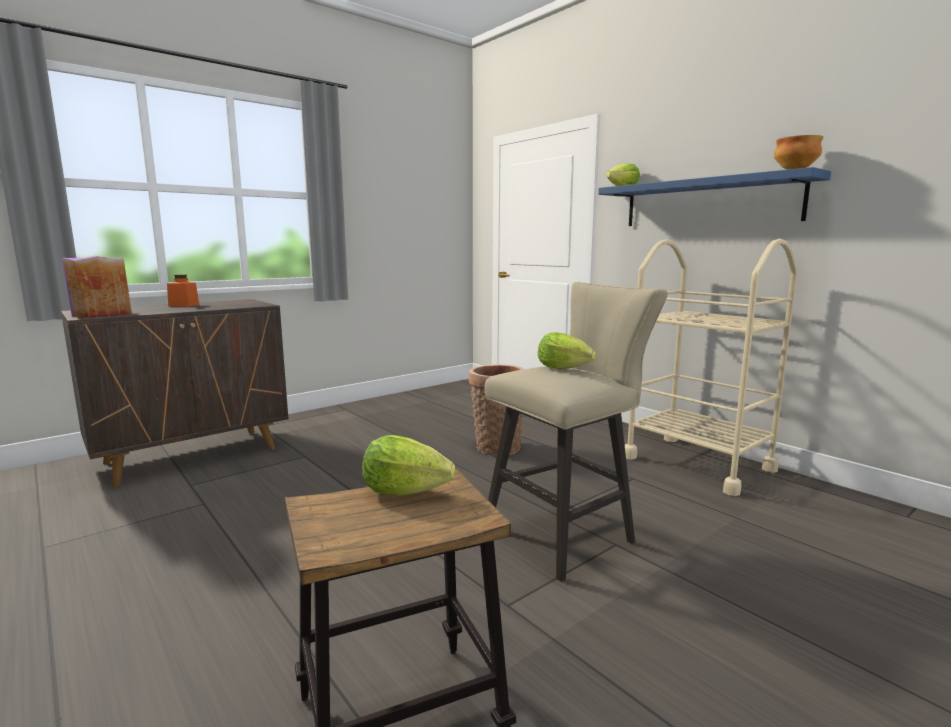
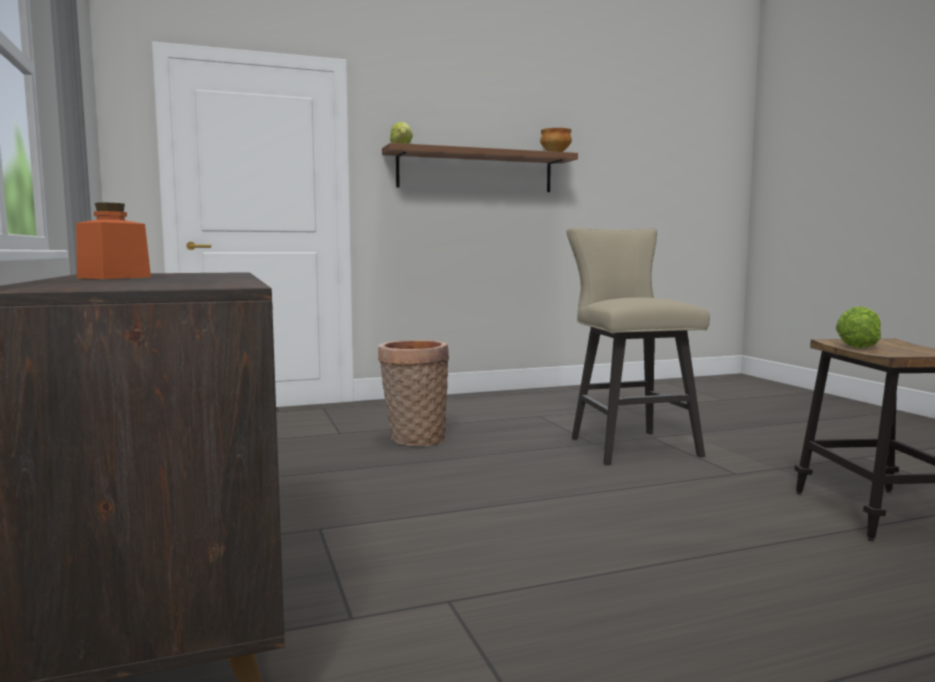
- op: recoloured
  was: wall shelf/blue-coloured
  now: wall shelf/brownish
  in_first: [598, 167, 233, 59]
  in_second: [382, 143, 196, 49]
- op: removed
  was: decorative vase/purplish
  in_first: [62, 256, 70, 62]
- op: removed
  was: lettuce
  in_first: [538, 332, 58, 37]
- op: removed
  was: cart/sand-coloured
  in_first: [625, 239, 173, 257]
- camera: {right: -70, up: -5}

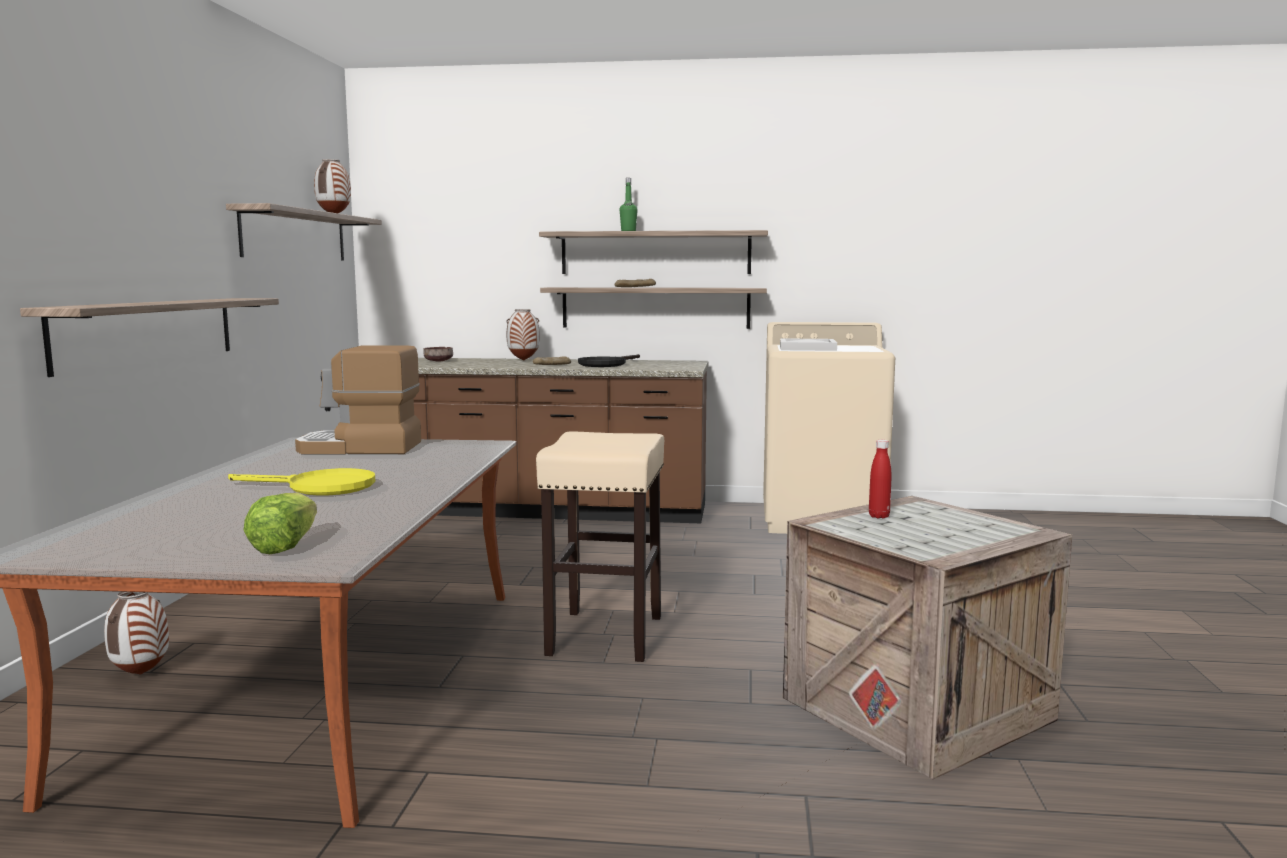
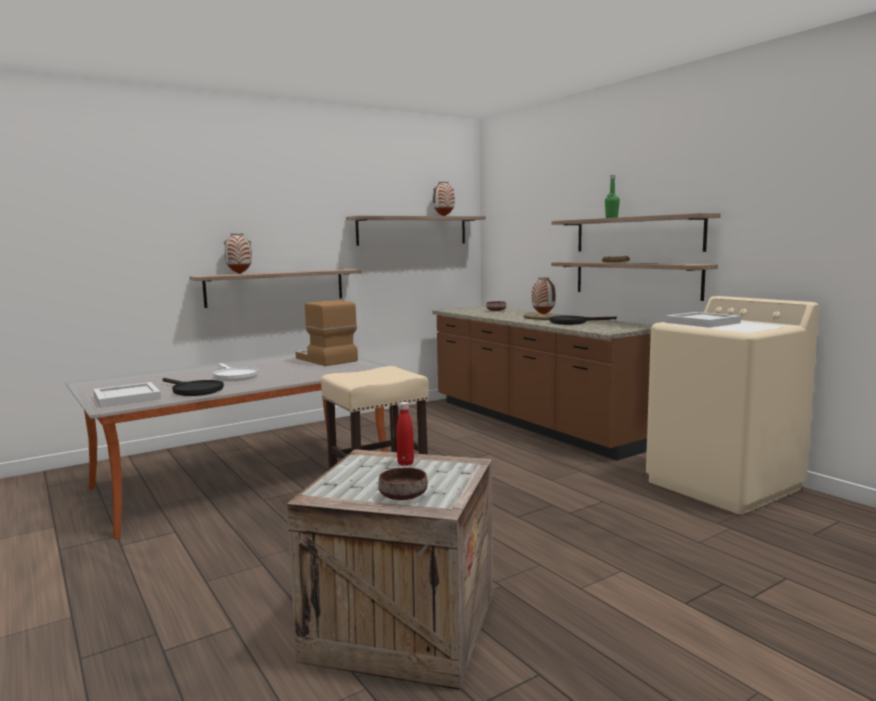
- op: replaced
  was: lettuce
  now: carrying tray/white-coloured
  in_first: [244, 493, 73, 61]
  in_second: [93, 382, 68, 25]
- op: added
  now: skillet/black
  in_second: [162, 378, 62, 18]
- op: recoloured
  was: skillet/yellowish
  now: skillet/white-coloured
  in_first: [228, 468, 147, 28]
  in_second: [213, 363, 46, 18]
- op: moved
  was: decorative vase
  in_first: [104, 592, 65, 82]
  in_second: [224, 233, 28, 41]
- op: added
  now: serving bowl/brownish
  in_second: [378, 468, 50, 32]
- camera: {right: 50, up: 0}

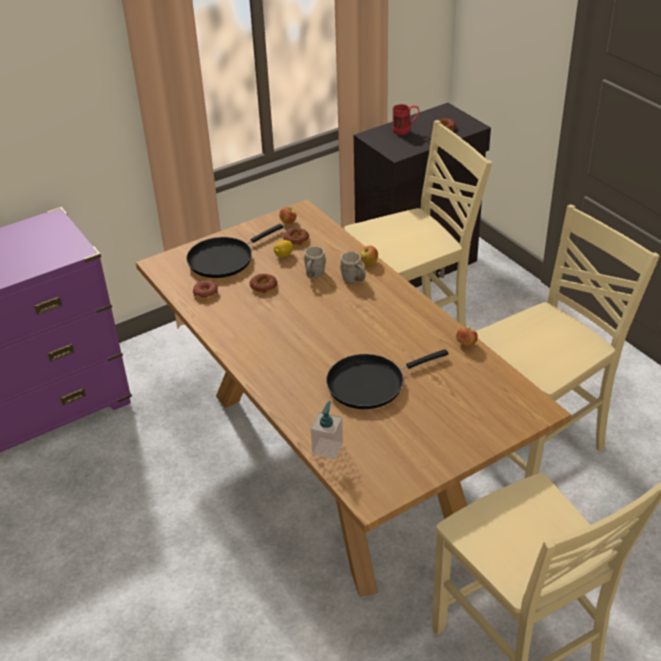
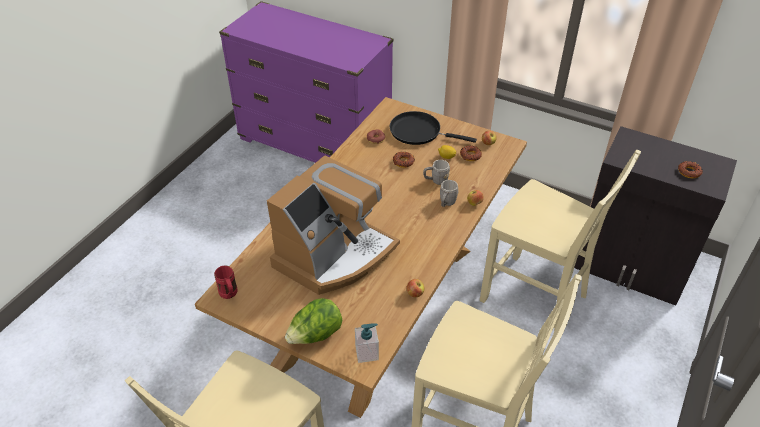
- op: moved
  was: tea mug/reddish
  in_first: [393, 104, 26, 31]
  in_second: [214, 265, 24, 34]
- op: replaced
  was: skillet/black
  now: coffee brewer
  in_first: [326, 349, 122, 60]
  in_second: [267, 156, 133, 139]
- op: added
  now: lettuce
  in_second: [285, 298, 57, 46]
- op: moved
  was: soap bottle
  in_first: [311, 401, 32, 59]
  in_second: [355, 323, 24, 40]
- camera: {right: 60, up: 5}

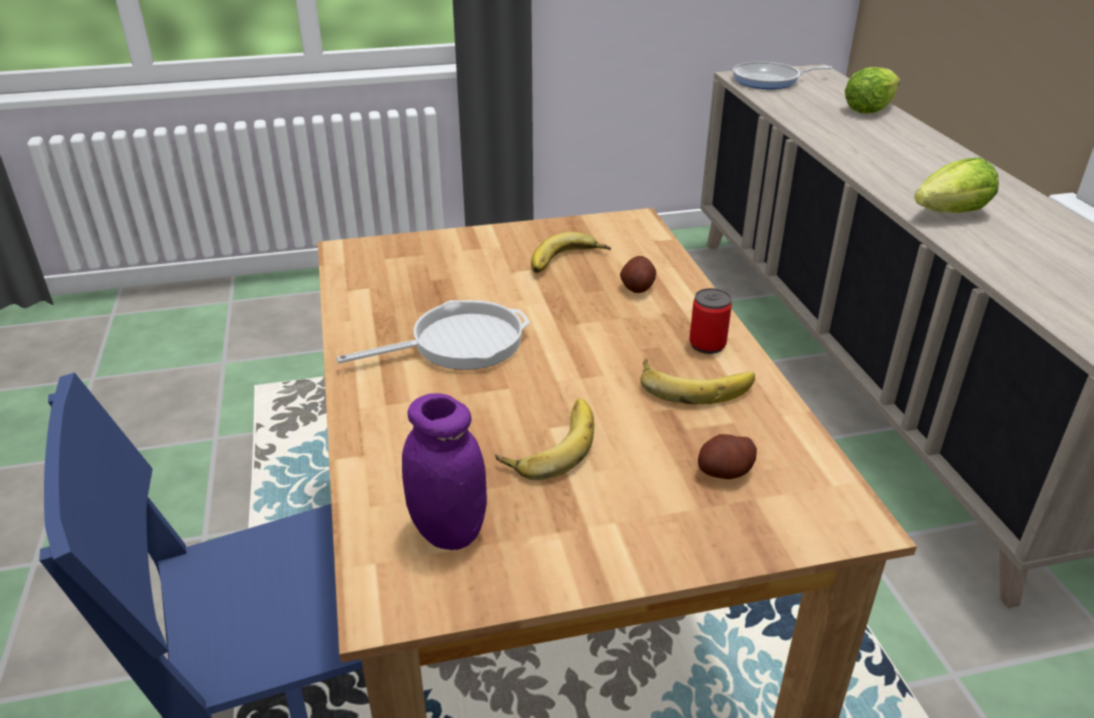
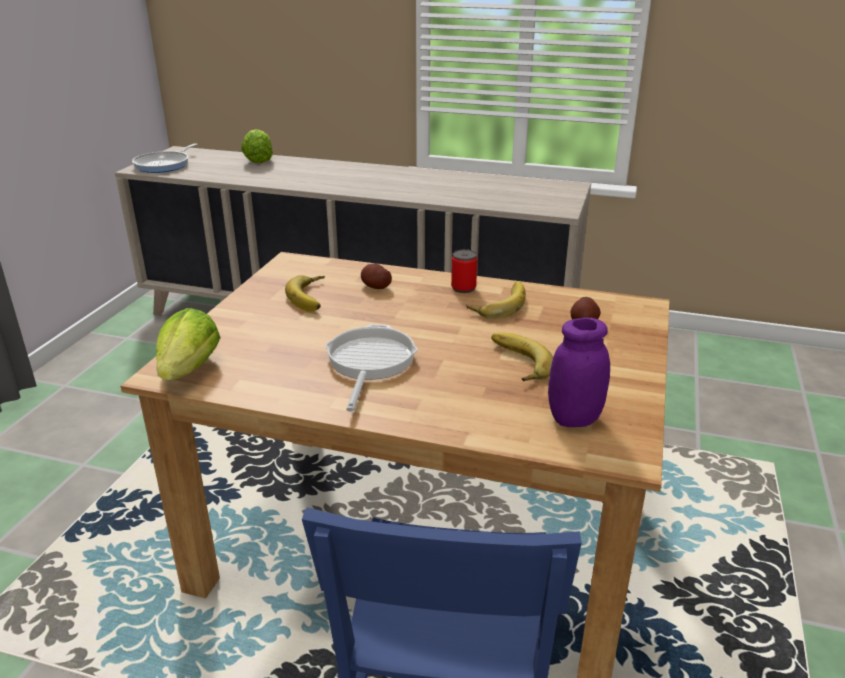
- op: moved
  was: lettuce
  in_first: [914, 157, 85, 56]
  in_second: [156, 308, 65, 72]
- camera: {right: -60, up: -5}

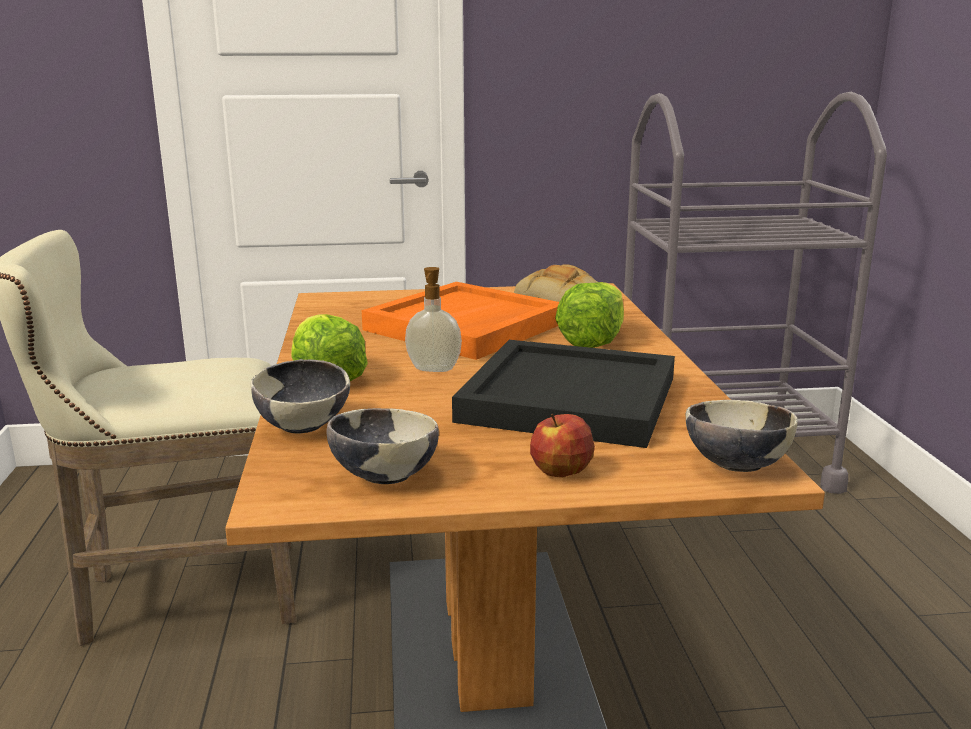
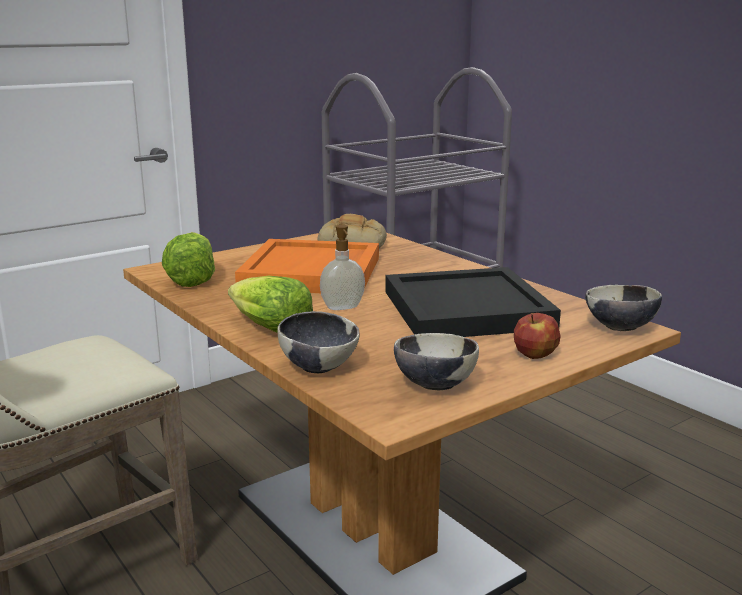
- op: moved
  was: lettuce
  in_first: [555, 282, 69, 66]
  in_second: [162, 232, 53, 55]
- camera: {right: -30, up: 0}

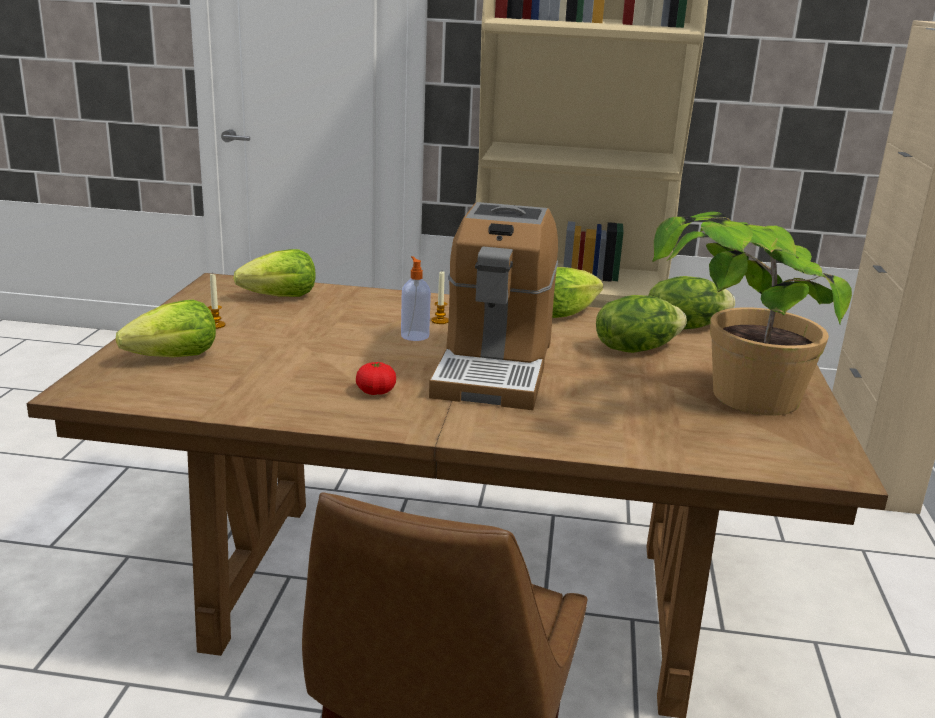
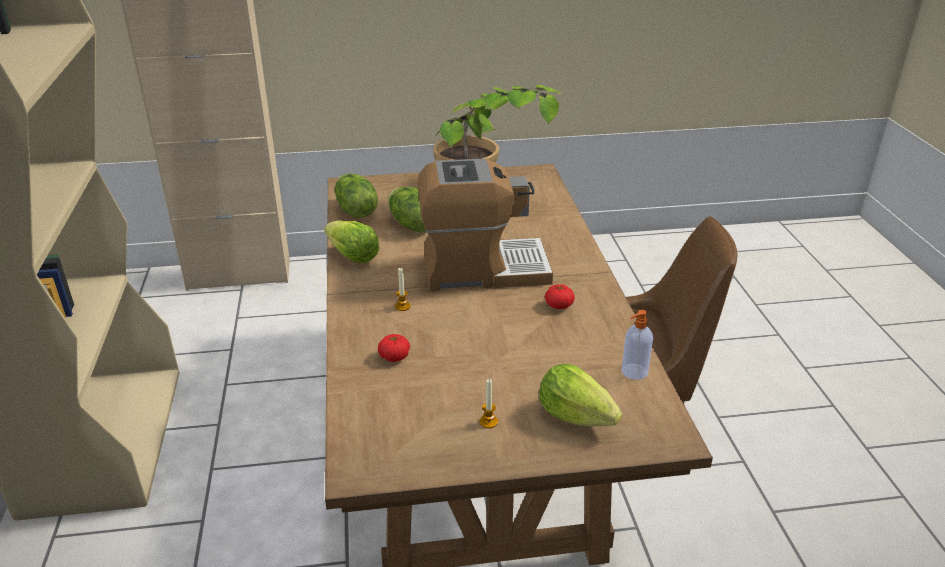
- op: added
  now: tomato
  in_second: [378, 334, 32, 28]
- op: moved
  was: soap bottle
  in_first: [401, 256, 30, 85]
  in_second: [621, 310, 32, 70]
- op: removed
  was: lettuce
  in_first: [233, 249, 83, 48]
- camera: {right: -105, up: 10}

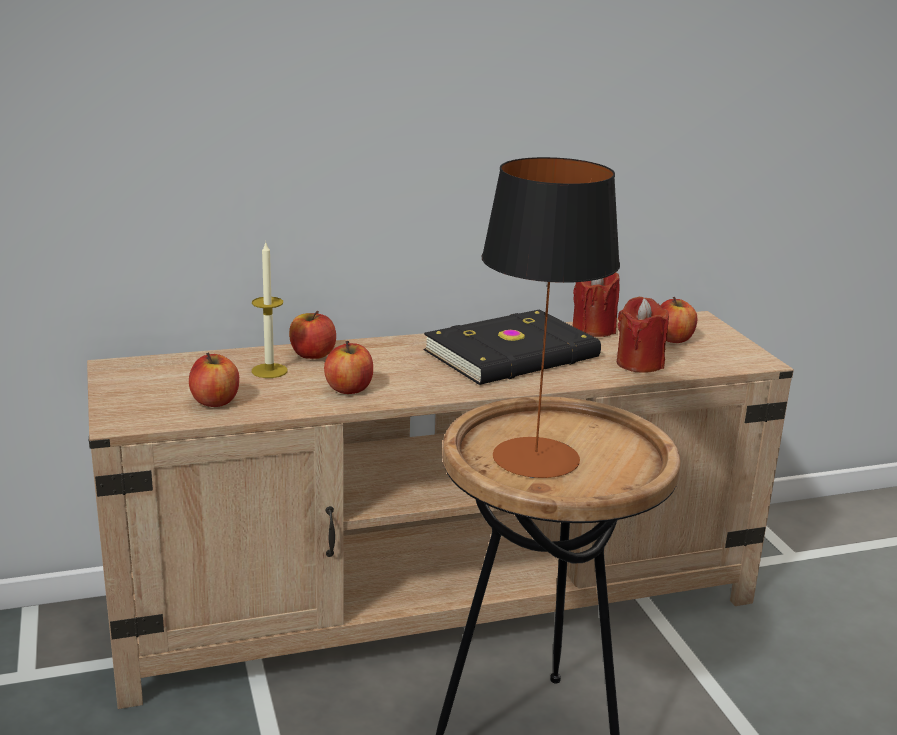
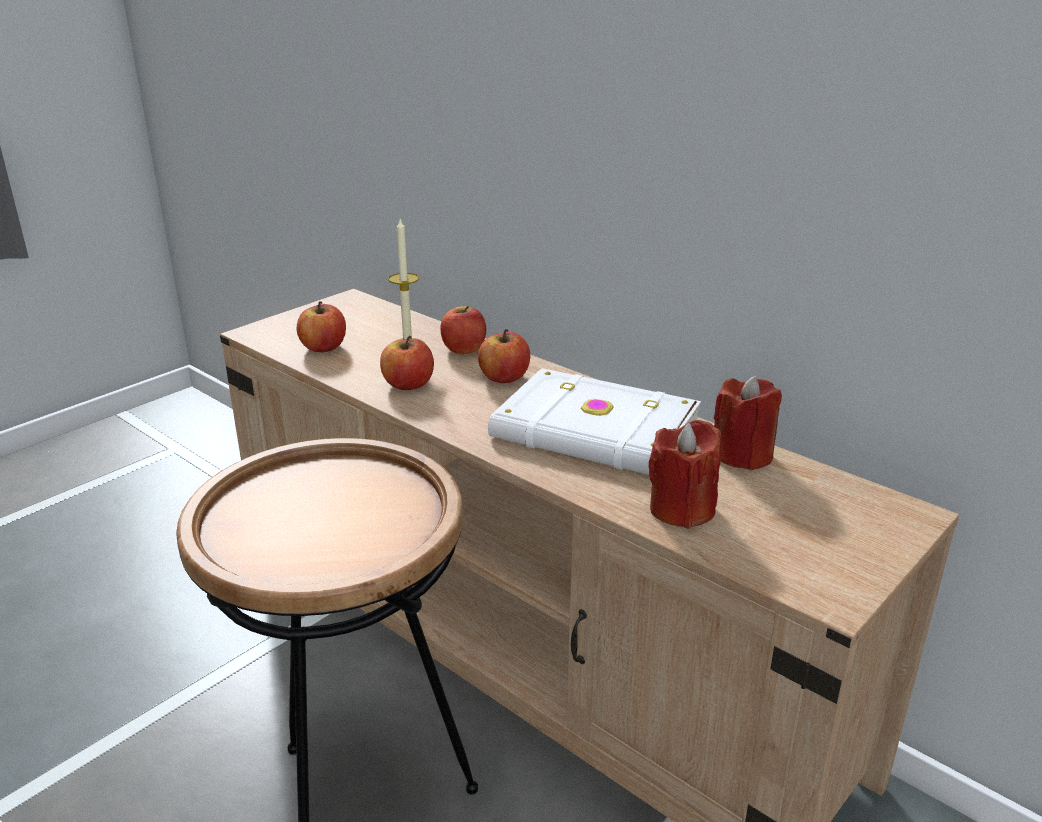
- op: moved
  was: apple fruit
  in_first: [660, 297, 37, 46]
  in_second: [478, 329, 52, 54]
- op: recoloured
  was: volume/black
  now: volume/white-coloured
  in_first: [424, 310, 177, 75]
  in_second: [488, 368, 213, 107]
- op: removed
  was: table lamp
  in_first: [482, 157, 138, 321]
- camera: {right: 60, up: 5}

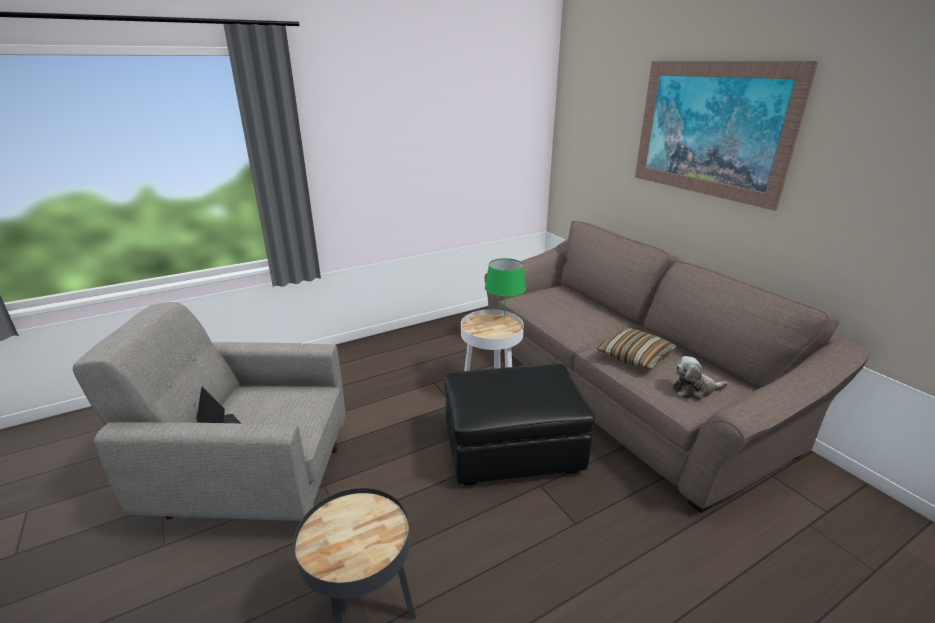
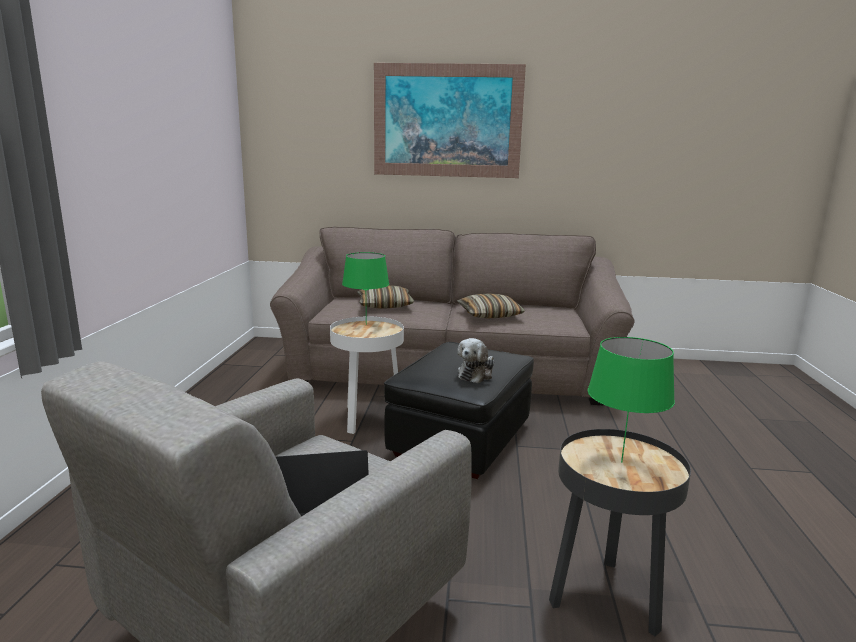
- op: added
  now: throw pillow
  in_second: [357, 285, 57, 23]
- op: moved
  was: soft toy
  in_first: [673, 356, 55, 44]
  in_second: [457, 338, 37, 45]
- op: added
  now: table lamp/green-coloured
  in_second: [588, 337, 87, 126]
- camera: {right: -55, up: -10}

